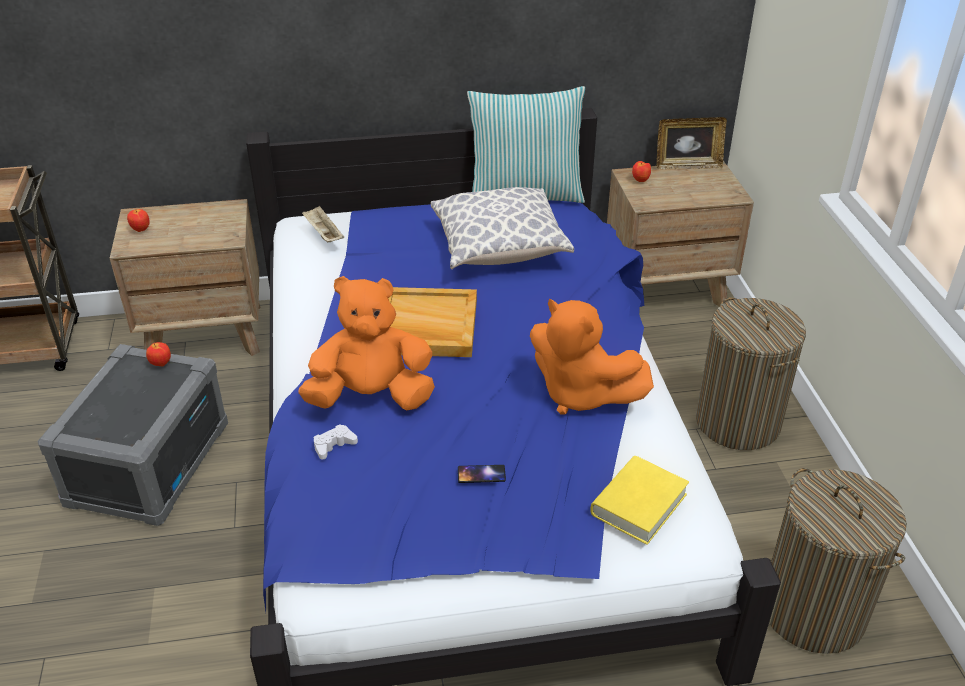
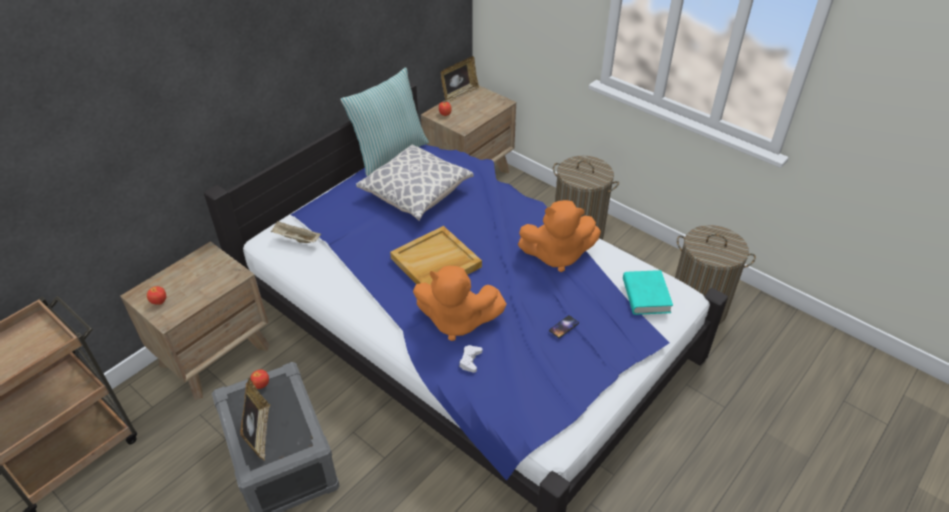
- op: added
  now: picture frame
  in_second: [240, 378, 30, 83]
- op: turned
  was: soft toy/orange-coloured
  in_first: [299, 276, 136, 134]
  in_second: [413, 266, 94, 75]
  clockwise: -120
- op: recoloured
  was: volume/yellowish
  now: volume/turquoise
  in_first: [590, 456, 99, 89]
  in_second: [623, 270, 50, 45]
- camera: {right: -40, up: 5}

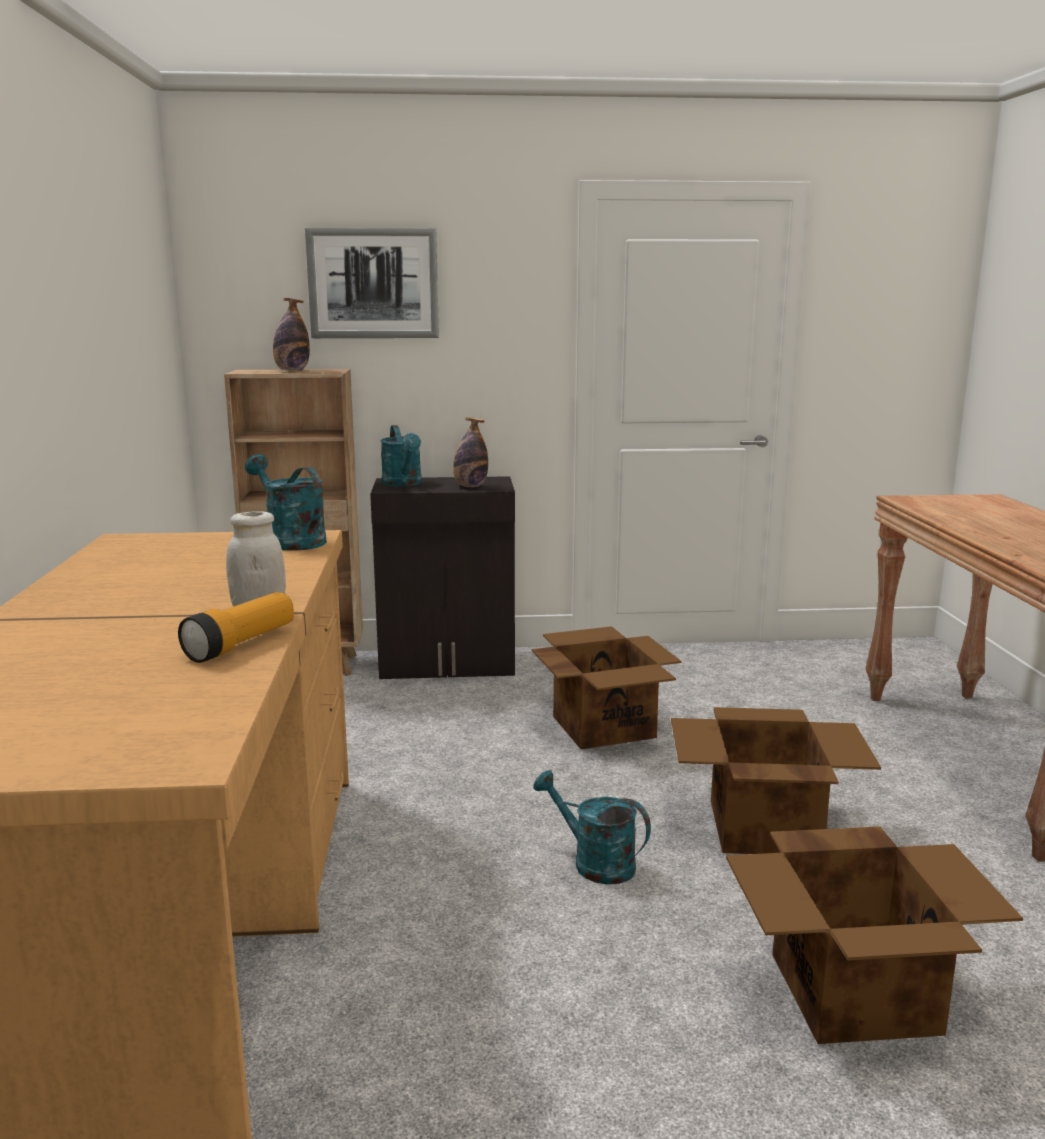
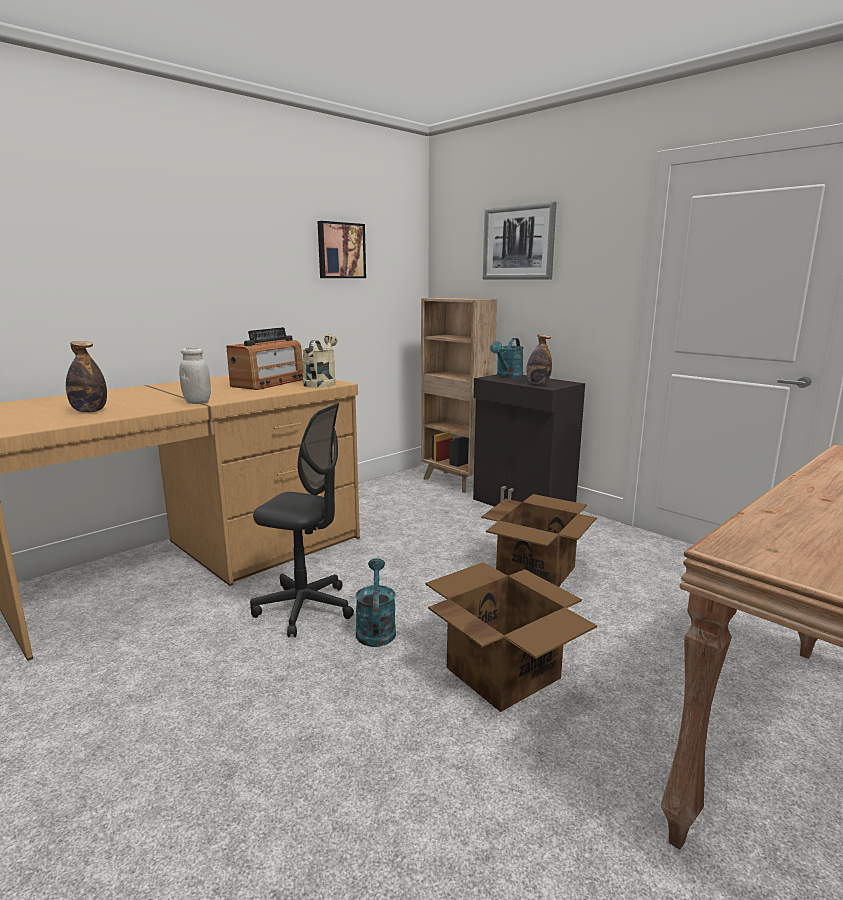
- op: moved
  was: beverage bottle
  in_first: [273, 298, 37, 73]
  in_second: [66, 341, 41, 72]
- op: added
  now: radio
  in_second: [226, 327, 77, 63]
- op: added
  now: desk chair/black
  in_second: [250, 403, 104, 234]
- op: recoloured
  was: sprinkling can/turquoise
  now: sprinkling can/sand-coloured
  in_first: [245, 454, 82, 97]
  in_second: [302, 334, 35, 54]
- op: added
  now: picture
  in_second: [317, 221, 49, 57]
- op: removed
  was: hand torch
  in_first: [178, 592, 116, 71]
- op: removed
  was: packing box
  in_first: [726, 826, 297, 218]
- camera: {right: 50, up: 0}

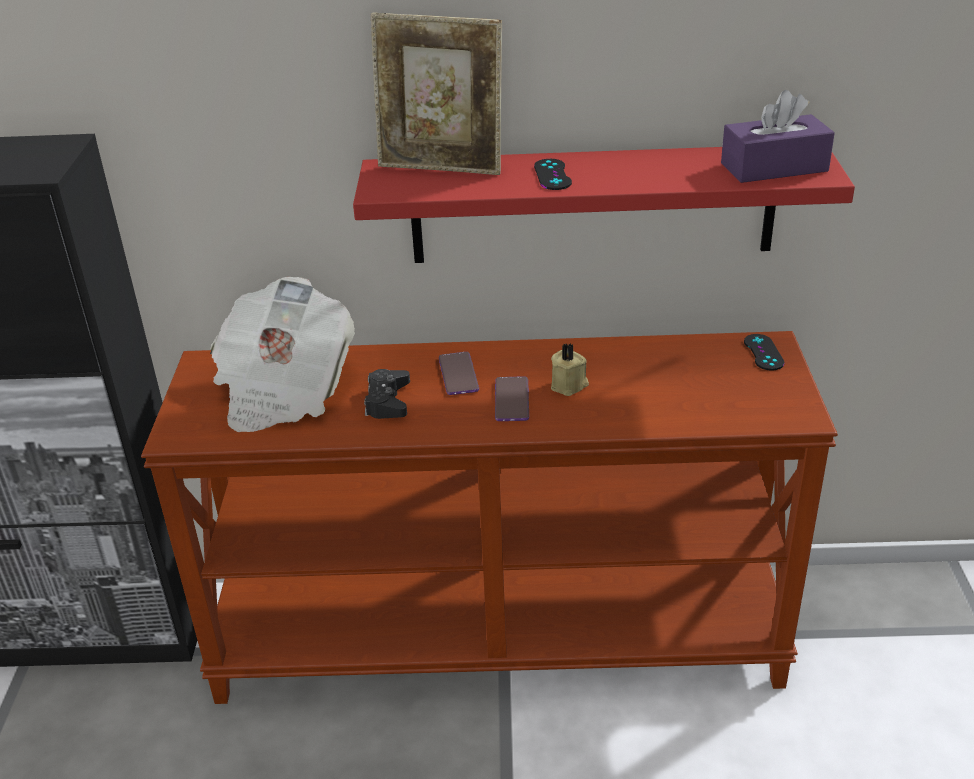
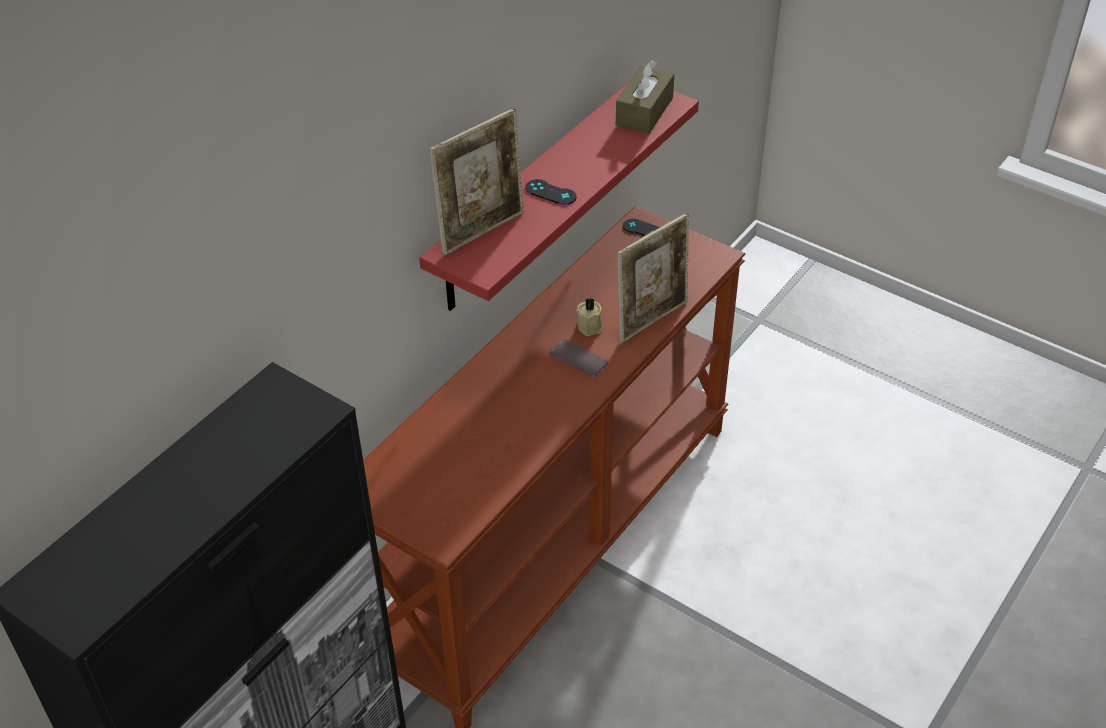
- op: recoloured
  was: tissue holder/purplish
  now: tissue holder/brownish
  in_first: [721, 90, 114, 93]
  in_second: [616, 60, 58, 74]
- op: added
  now: picture frame
  in_second: [617, 213, 72, 130]
- op: removed
  was: printed paper
  in_first: [210, 277, 145, 155]
- op: removed
  was: gamepad/black
  in_first: [364, 369, 46, 50]
- op: removed
  was: phone
  in_first: [439, 352, 40, 43]
- camera: {right: -55, up: 10}

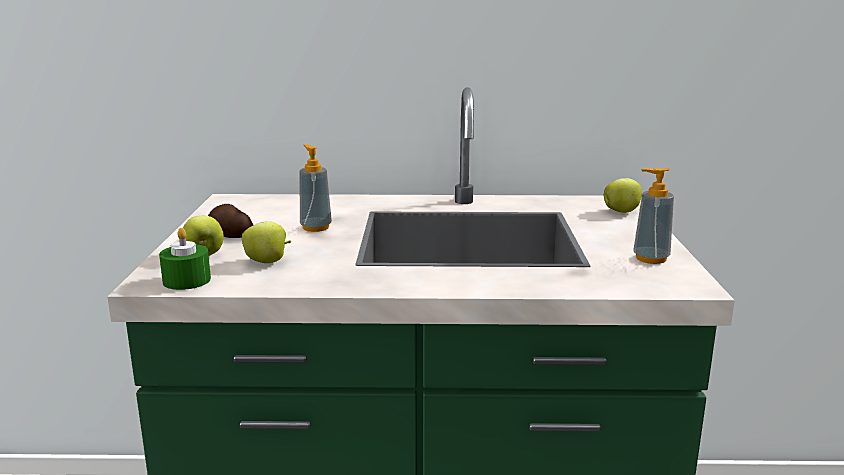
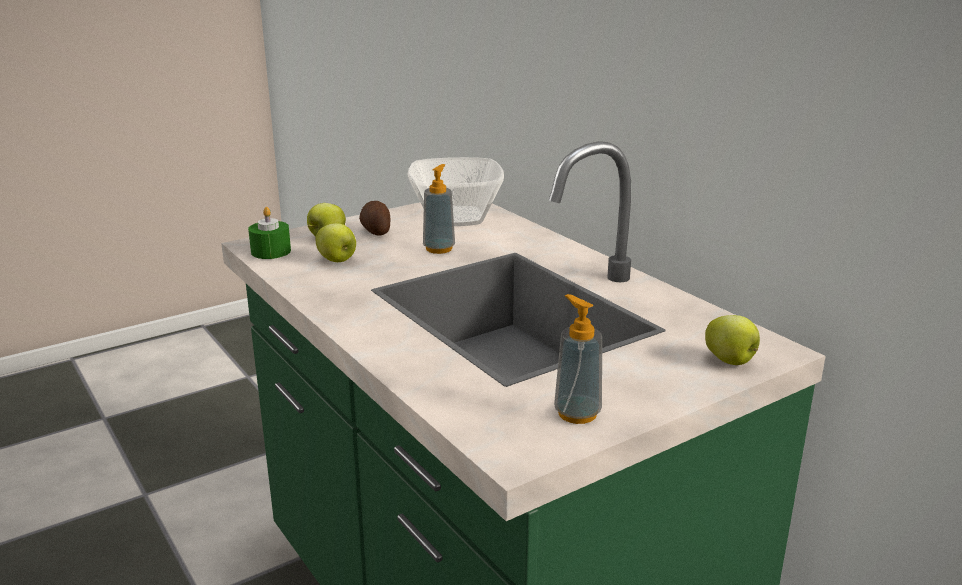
- op: added
  now: serving bowl
  in_second: [407, 157, 97, 69]
- camera: {right: 55, up: 5}

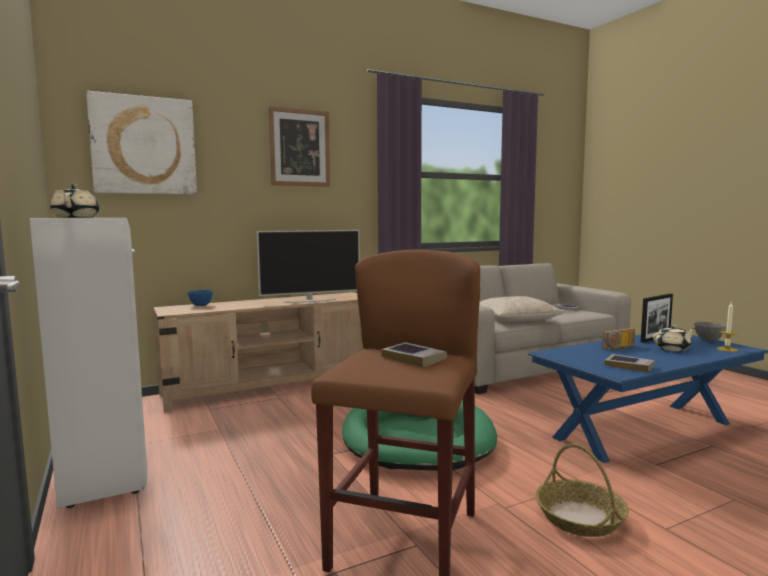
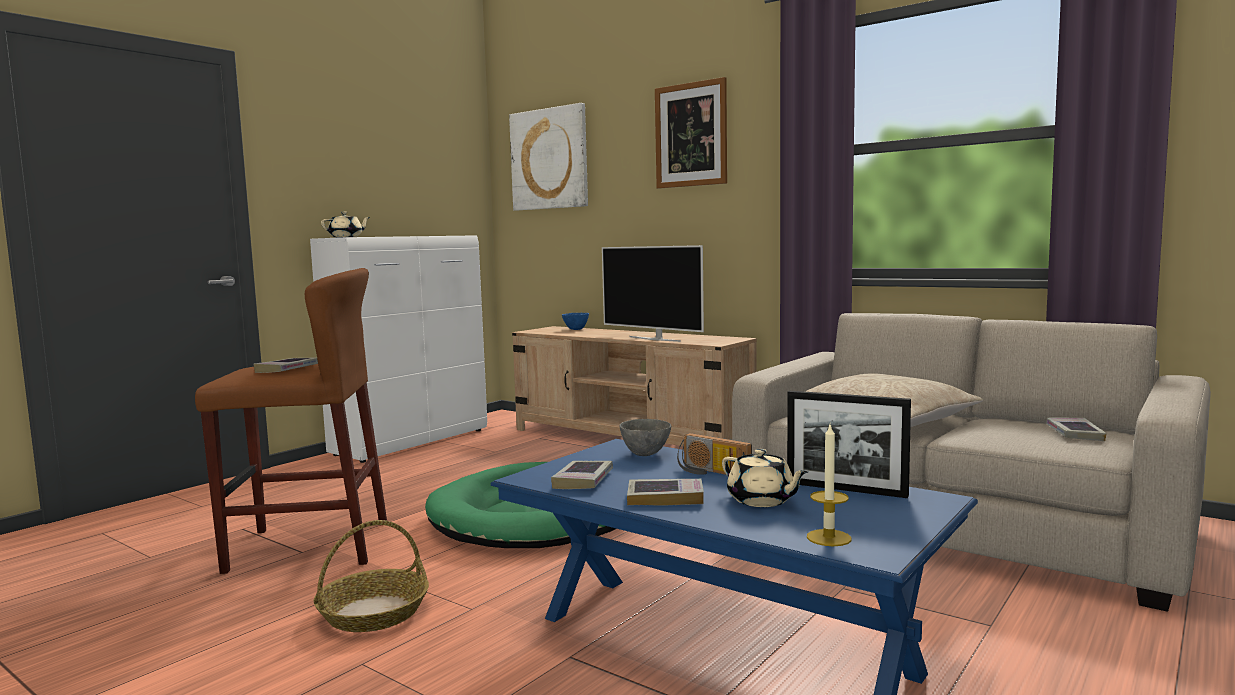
- op: moved
  was: serving bowl/gray
  in_first: [694, 322, 32, 19]
  in_second: [620, 419, 51, 37]
- op: added
  now: volume
  in_second: [627, 479, 77, 27]
- camera: {right: 65, up: 0}

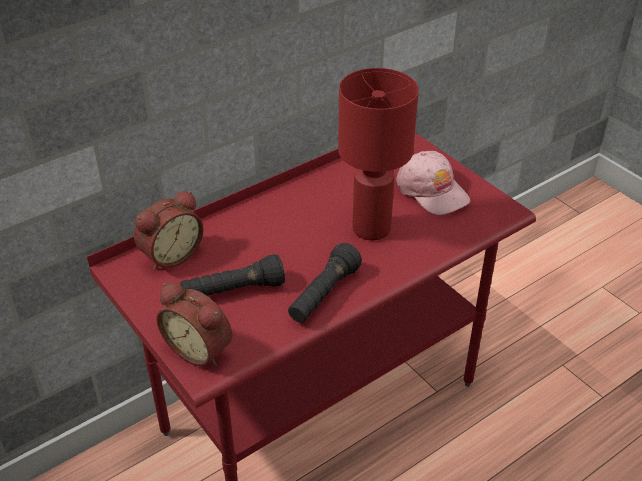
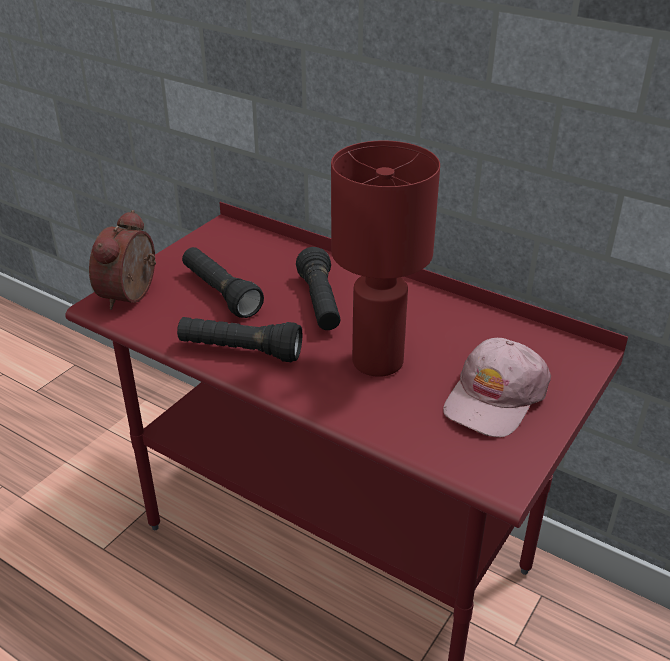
- op: added
  now: hand torch/black
  in_second: [296, 247, 45, 83]
- op: removed
  was: alarm clock
  in_first: [134, 191, 70, 79]
- camera: {right: 70, up: -5}

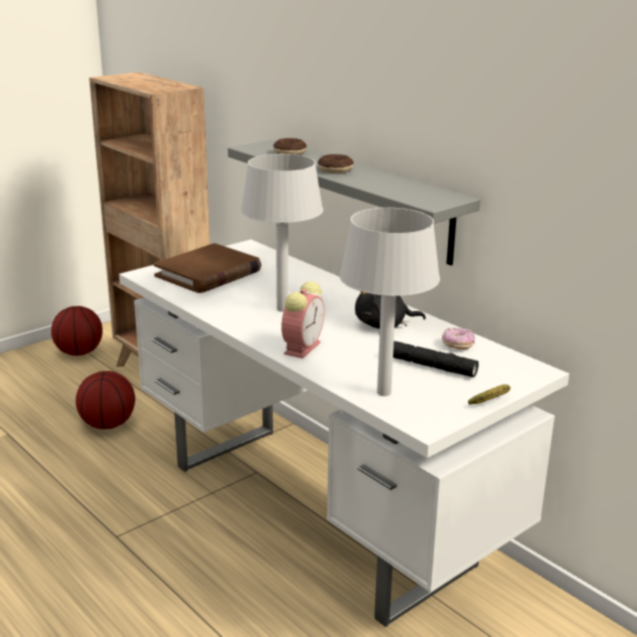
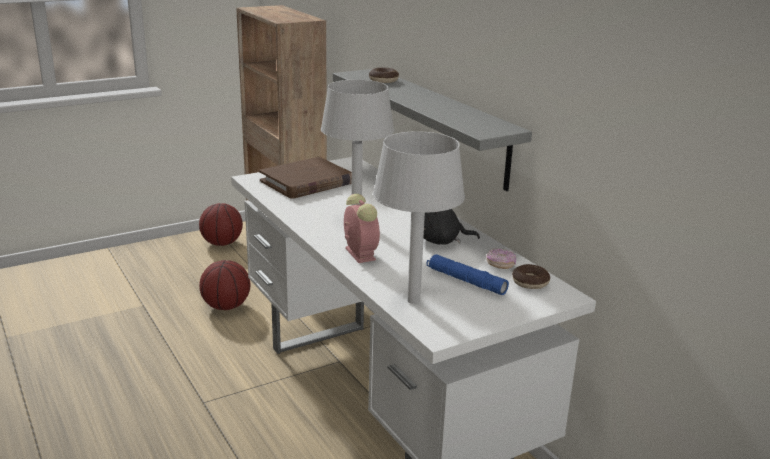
- op: turned
  was: alarm clock
  in_first: [281, 282, 44, 76]
  in_second: [344, 194, 36, 69]
  clockwise: -60
- op: recoloured
  was: hand torch/black
  now: hand torch/blue-coloured
  in_first: [393, 341, 86, 36]
  in_second: [427, 254, 82, 41]
- op: moved
  was: ring doughnut
  in_first: [318, 154, 36, 19]
  in_second: [512, 264, 38, 25]
- op: removed
  was: banana fruit
  in_first: [468, 384, 43, 21]
- camera: {right: 10, up: 0}

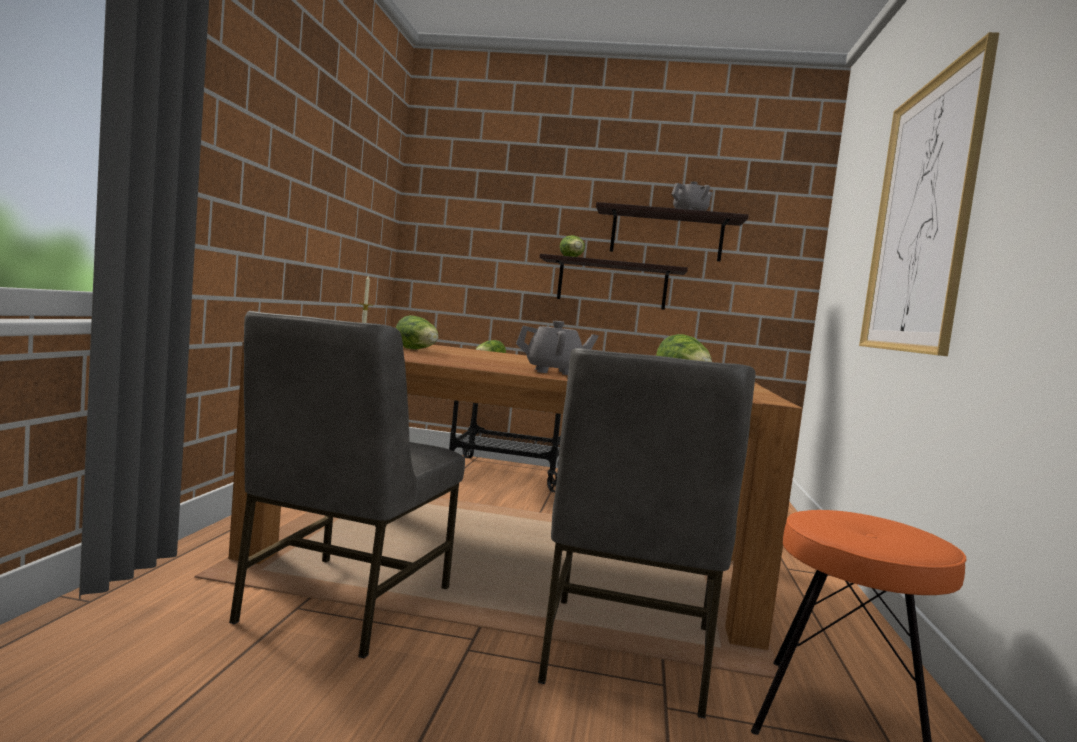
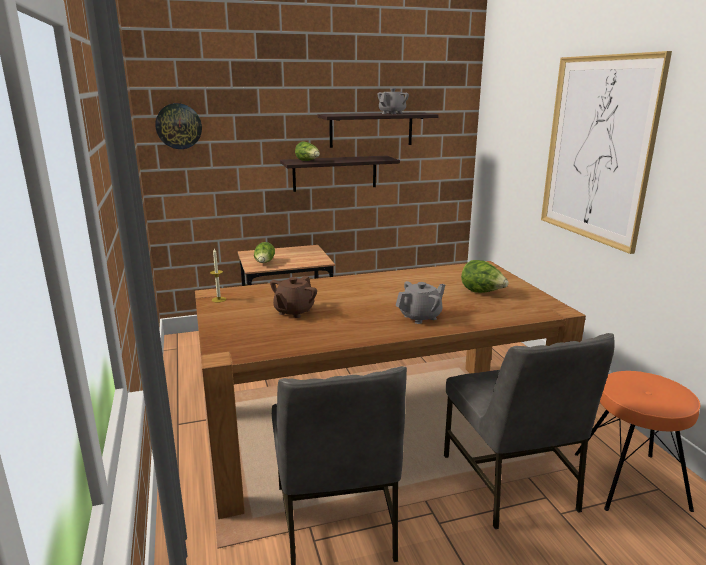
- op: added
  now: wall clock
  in_second: [155, 103, 47, 46]
- op: replaced
  was: lettuce
  now: teapot/brownish
  in_first: [396, 315, 42, 35]
  in_second: [270, 276, 47, 42]
- camera: {right: -25, up: 15}

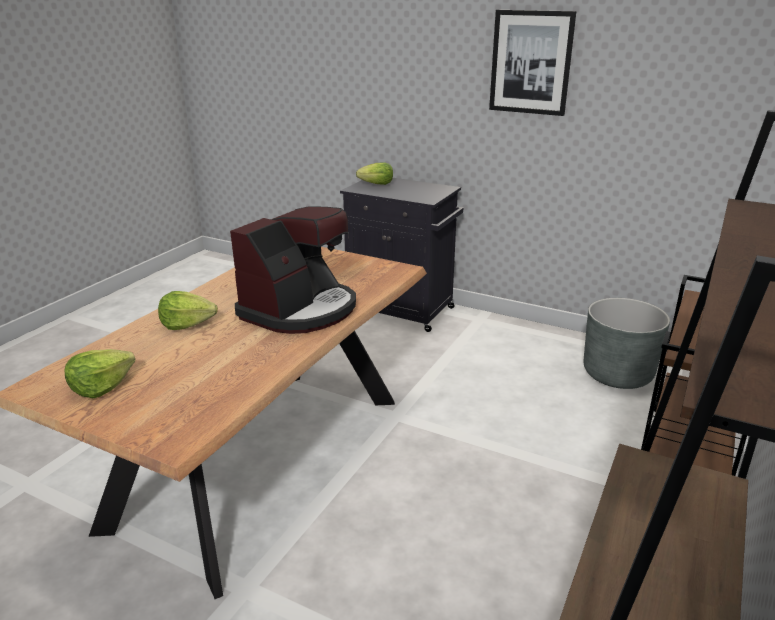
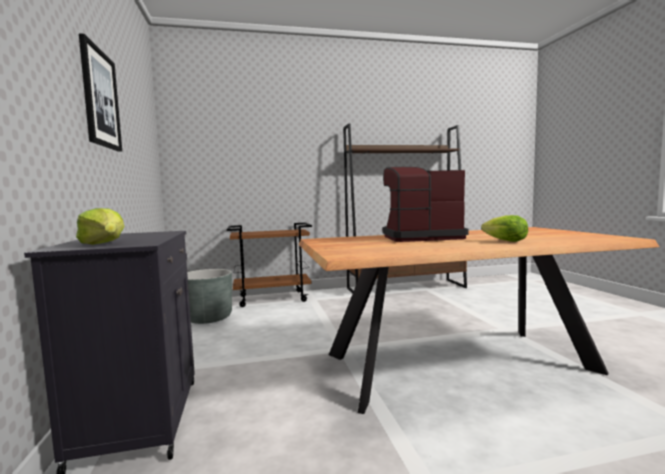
- op: removed
  was: lettuce
  in_first: [65, 349, 70, 49]
- camera: {right: -130, up: -20}

